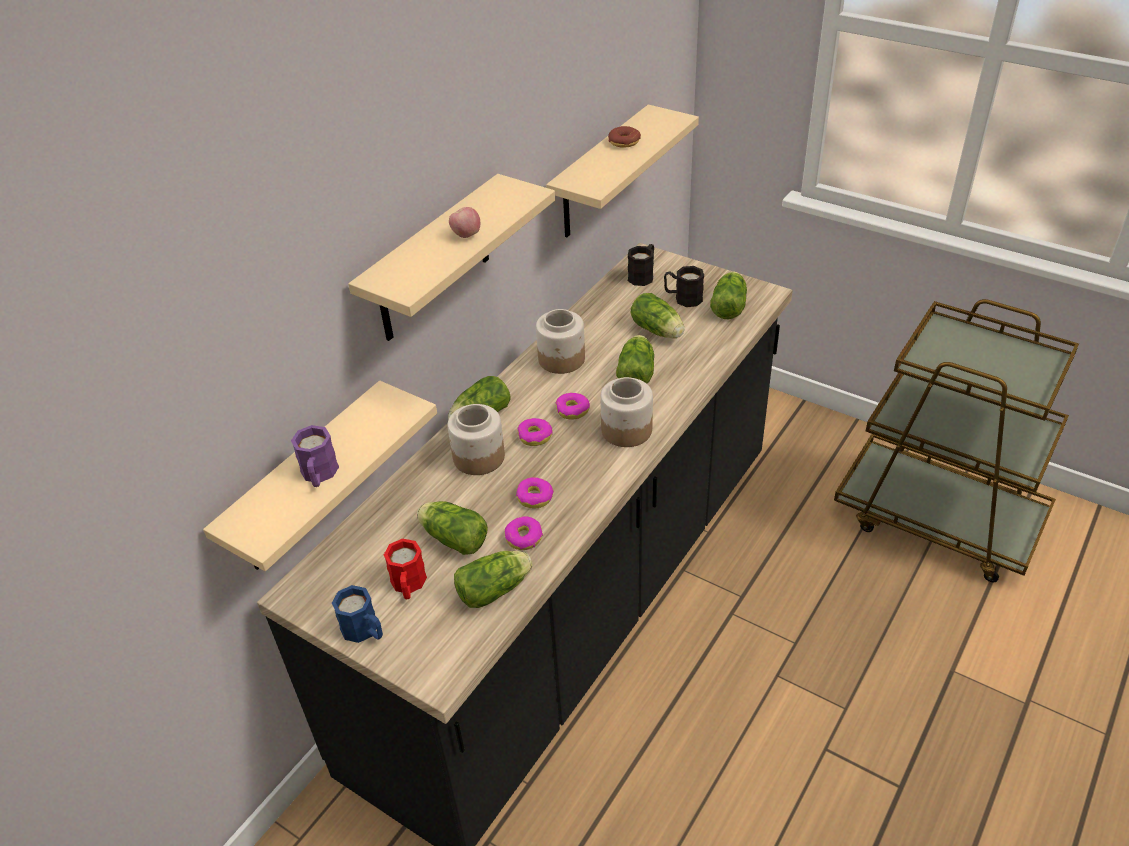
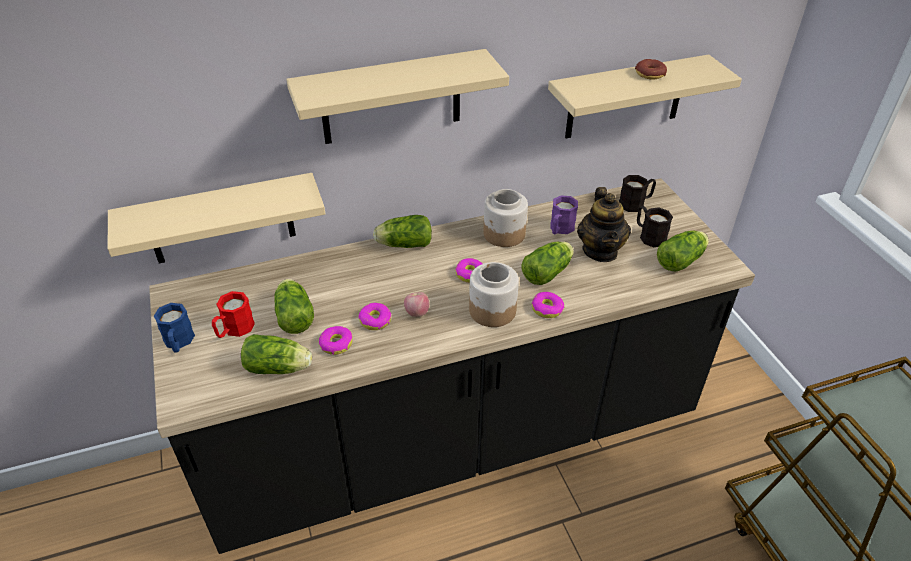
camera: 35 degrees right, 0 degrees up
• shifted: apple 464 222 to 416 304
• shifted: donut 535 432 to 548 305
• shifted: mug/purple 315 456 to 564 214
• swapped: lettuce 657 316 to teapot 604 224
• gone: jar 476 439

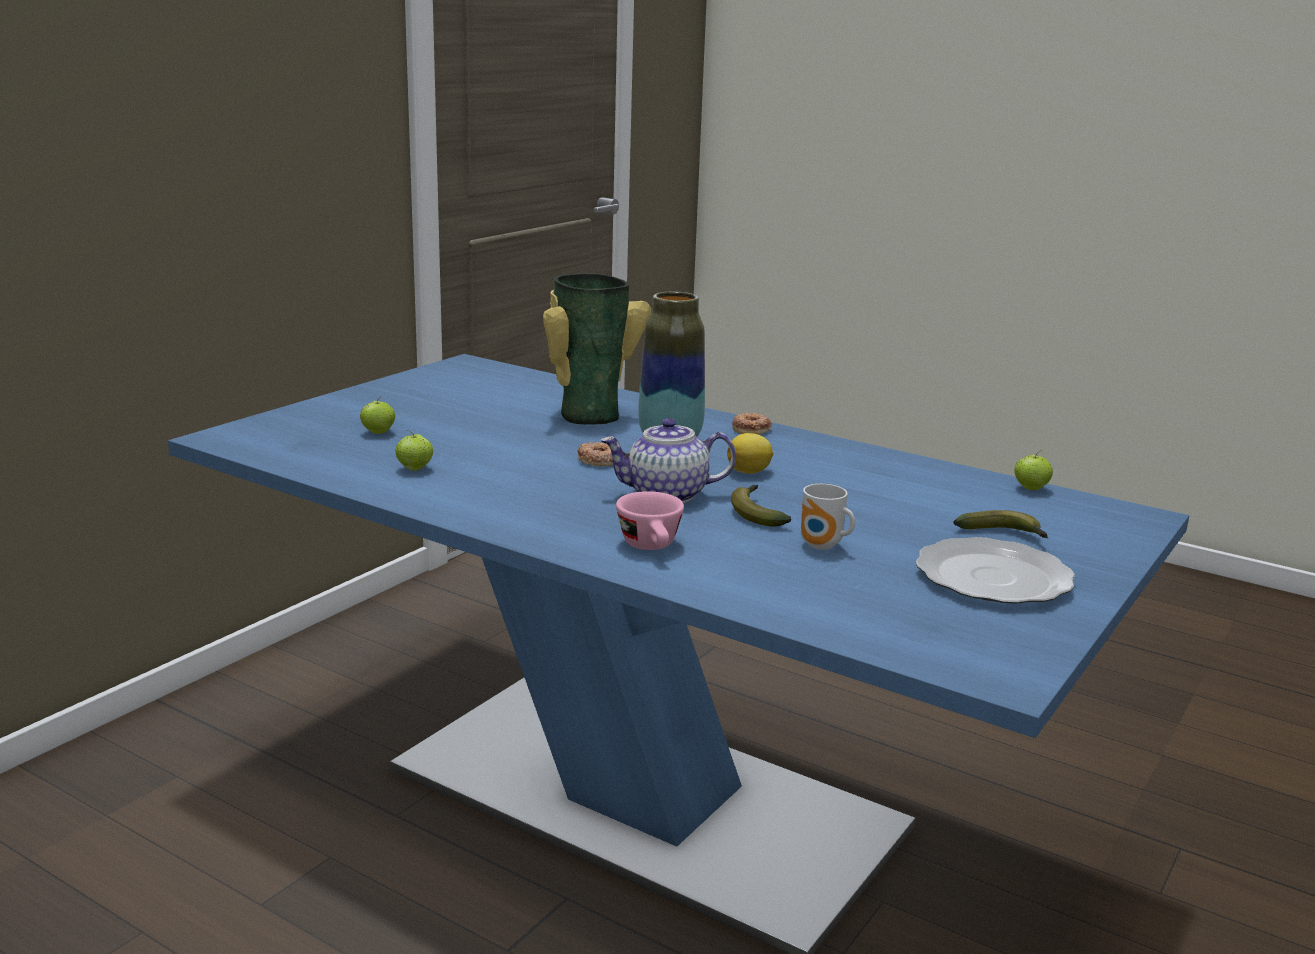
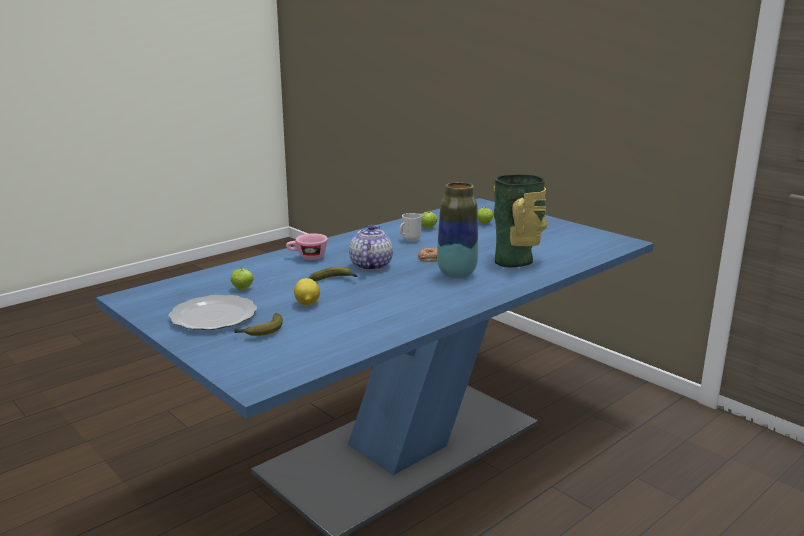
camera: 105 degrees right, 0 degrees up
• shifted: apple 1033 470 to 242 279
• shifted: lemon 750 453 to 307 292
• shifted: mug 828 517 to 411 227
• gone: donut 752 423

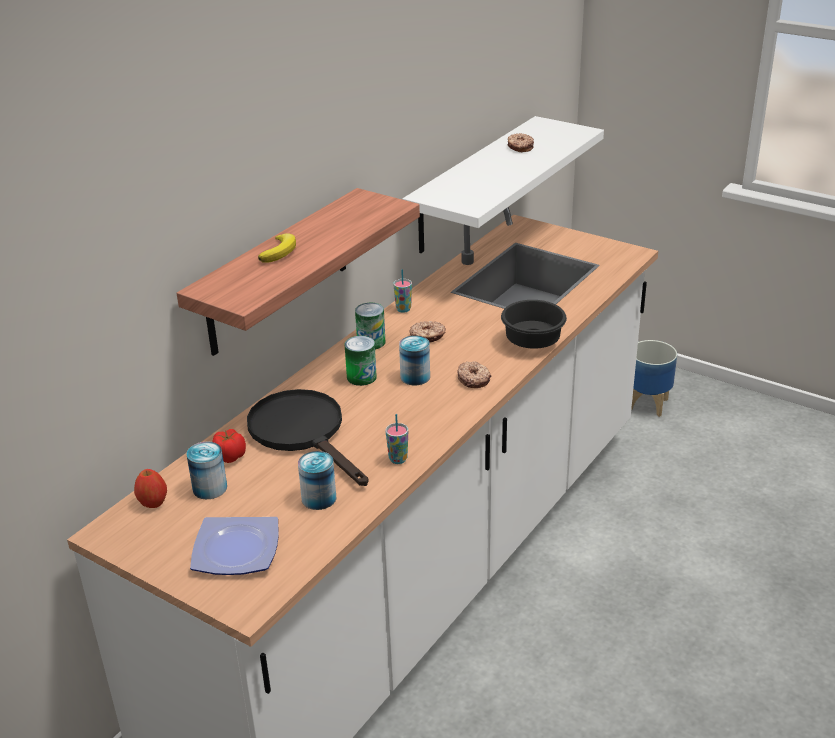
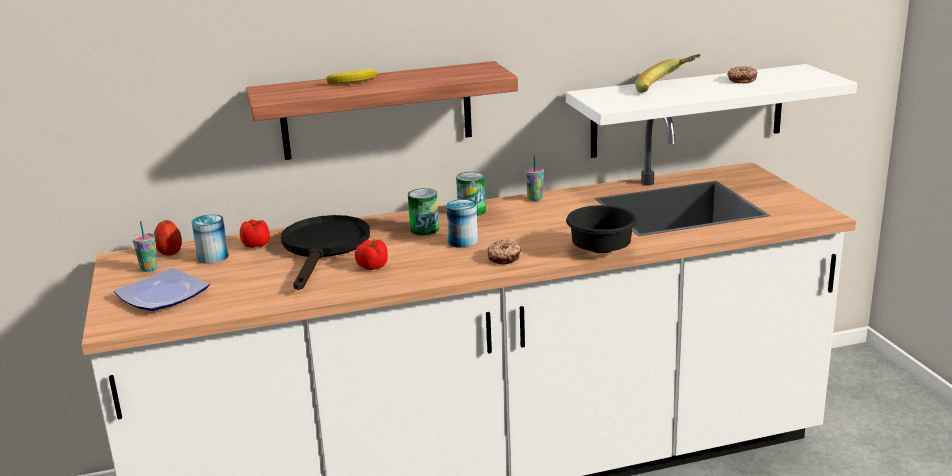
camera: 40 degrees right, 10 degrees down
• shifted: cup 396 439 to 145 246
• new: tomato 371 254
• new: banana 668 73
• gone: can 317 480
• gone: donut 428 332
• gone: planter 654 378

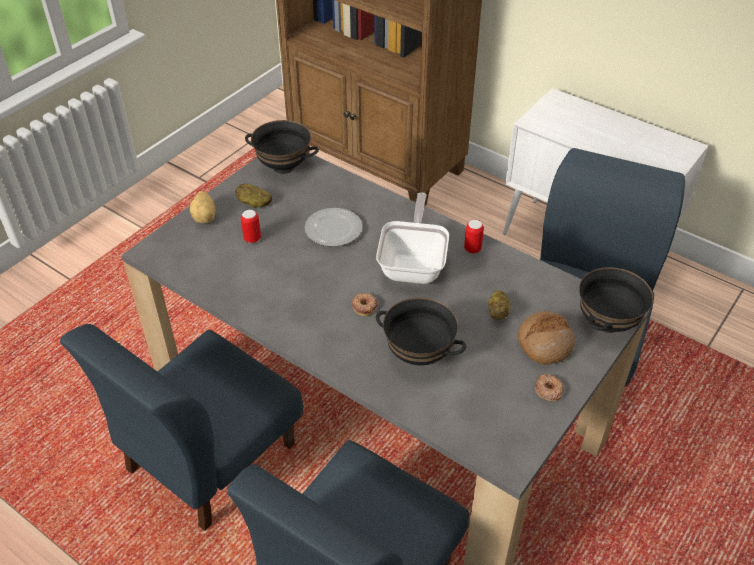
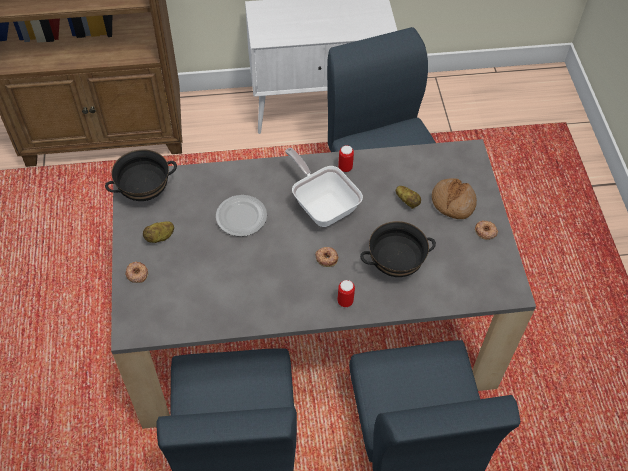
camera: 45 degrees left, 10 degrees up
• swapped: potato 202 207 to donut 136 272
• shifted: can 251 226 to 346 293
• gone: bowl/black 616 300

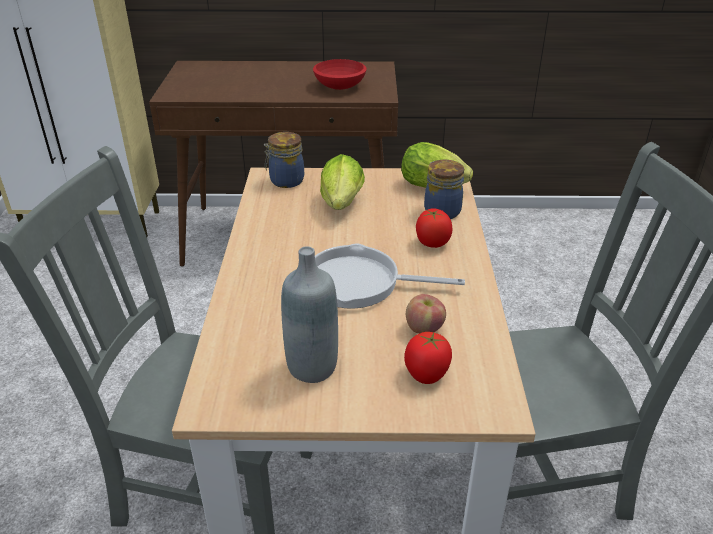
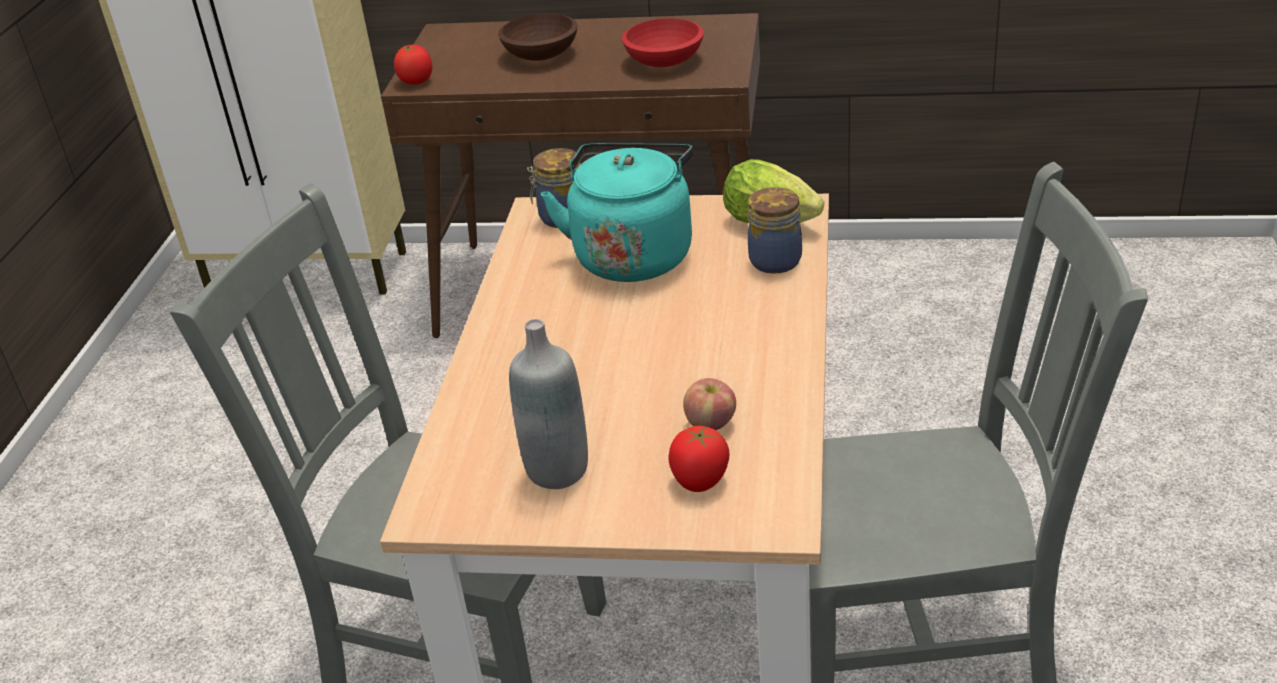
camera: 10 degrees right, 0 degrees up
• shifted: tomato 434 228 to 413 65
• new: bowl/brown 537 37
• swapped: lettuce 342 182 to kettle/turquoise 617 212
• gone: frying pan 390 276

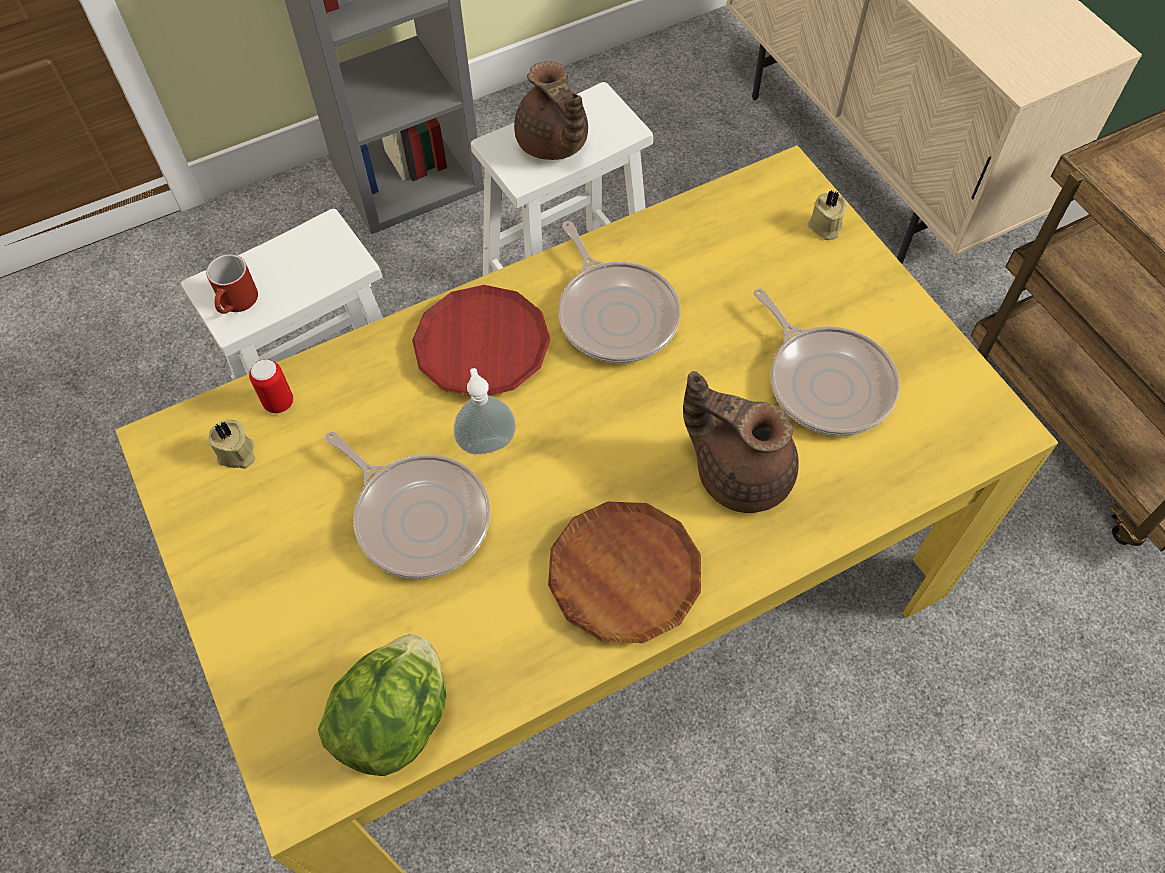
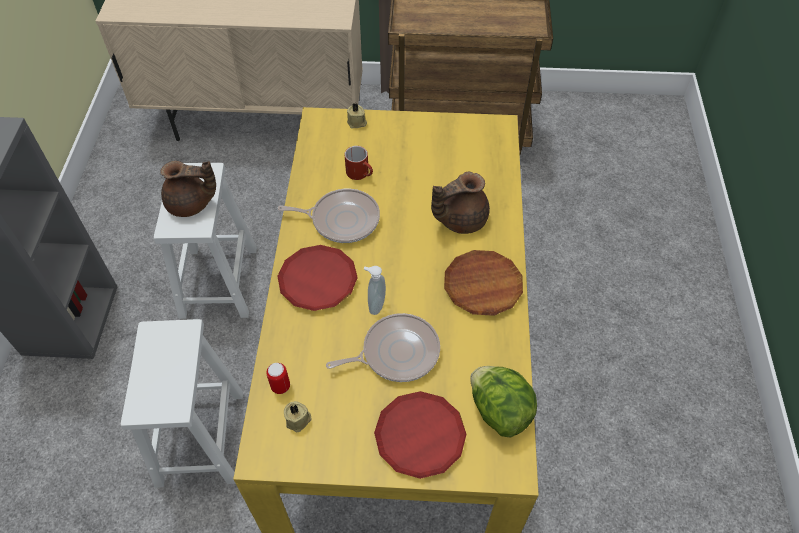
camera: 60 degrees left, 5 degrees down
• shifted: mug/red 232 284 to 358 163
• new: plate/red 420 435
• gone: frying pan 827 362

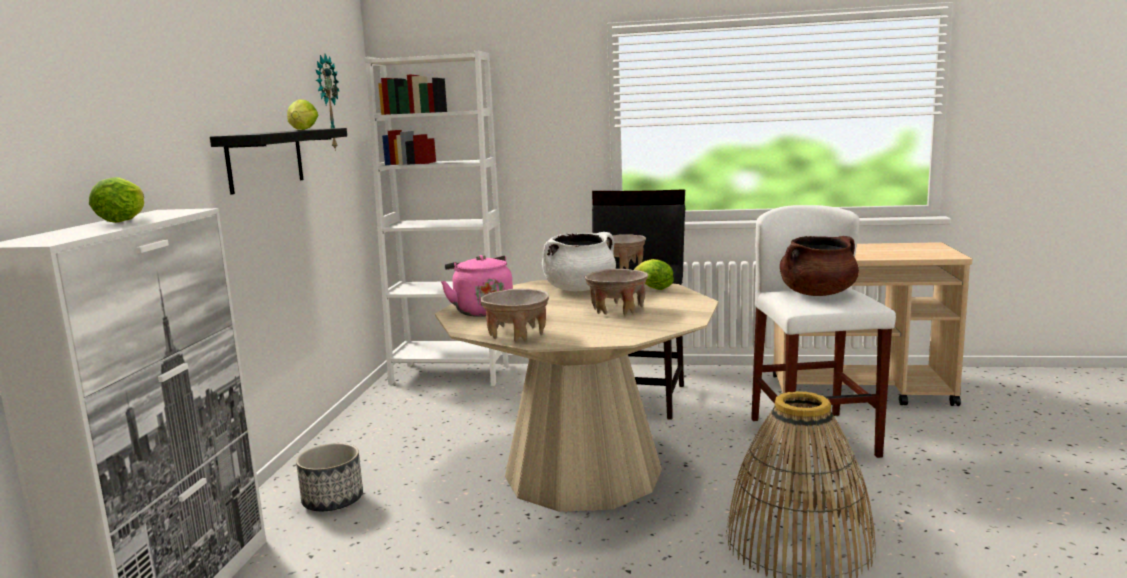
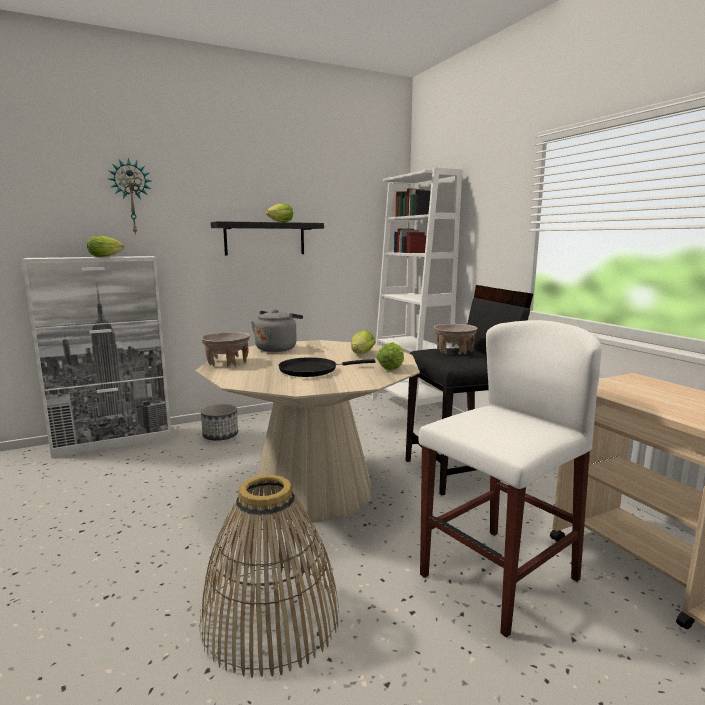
camera: 55 degrees right, 0 degrees up
• shifted: wall clock 327 102 to 129 196
• repainted: kettle/pink 477 286 to kettle/grey 277 330
• swapped: bowl/beige 616 292 to frying pan/black 327 367
• swapped: cooking pot/white 579 261 to lettuce 363 342
• gone: cooking pot/brown 819 266

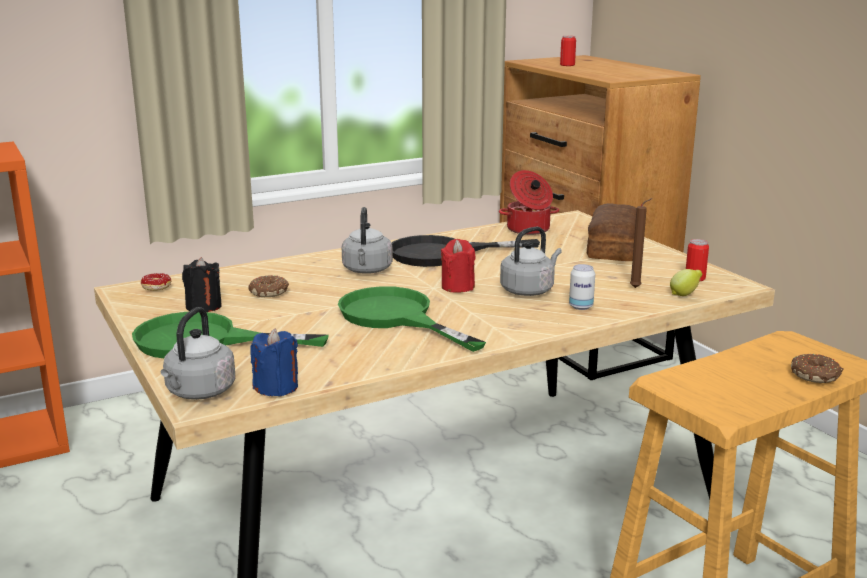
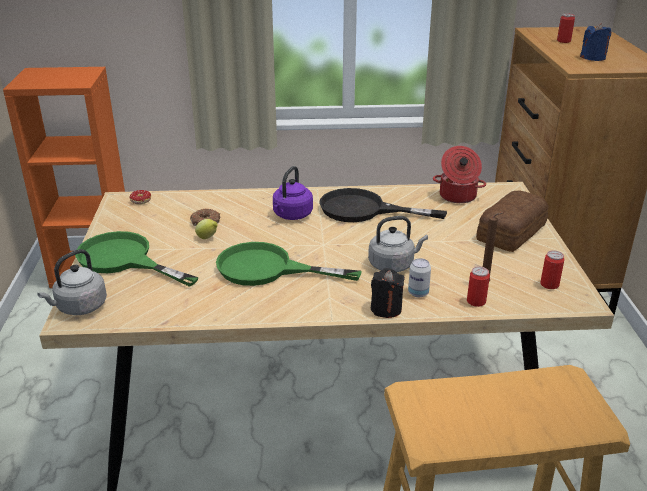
camera: 25 degrees right, 10 degrees up
• shifted: lemon 686 282 to 206 229
• rotated: frying pan/green 412 319 = 288 264 60 degrees counterclockwise
• repainted: kettle/grey 367 240 to kettle/purple 293 193
• shifted: candle/black 202 284 to 388 293
• new: can 478 286
• shifted: candle/blue 274 362 to 595 42
• gone: candle/red 458 266
• gone: donut 817 368

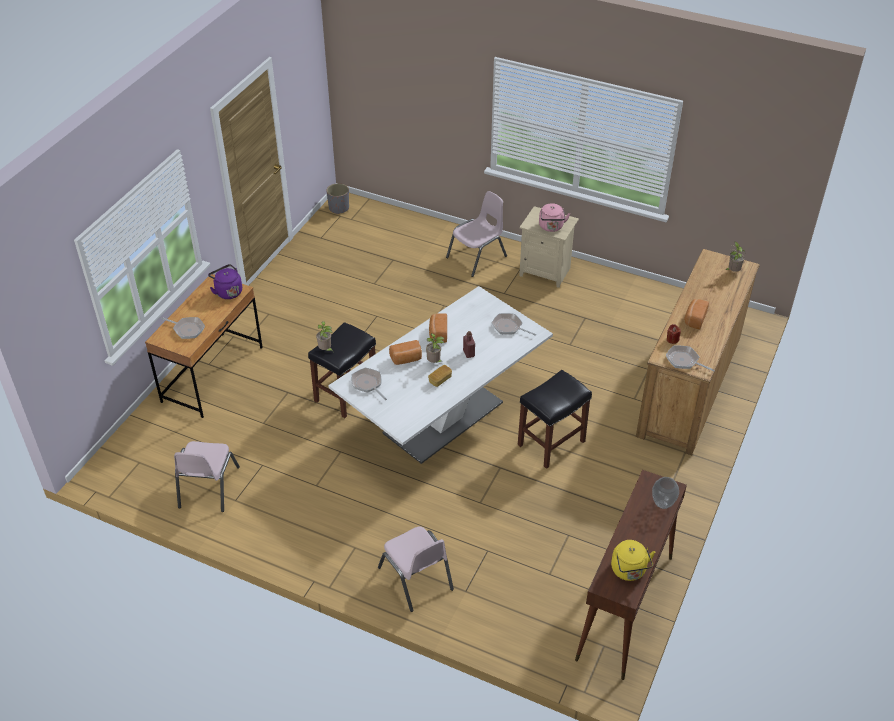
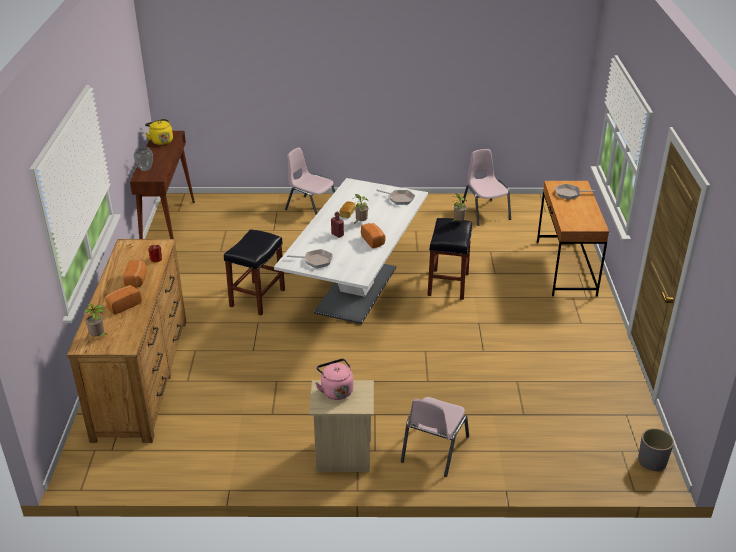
camera: 155 degrees right, 10 degrees down
• shifted: bread 405 352 to 123 300
• gone: kettle/purple 225 281
• gone: frying pan 690 358

